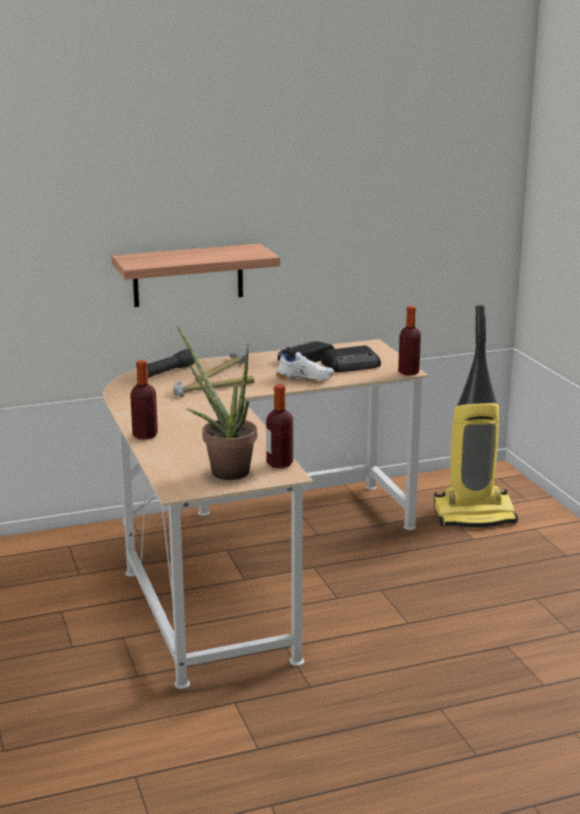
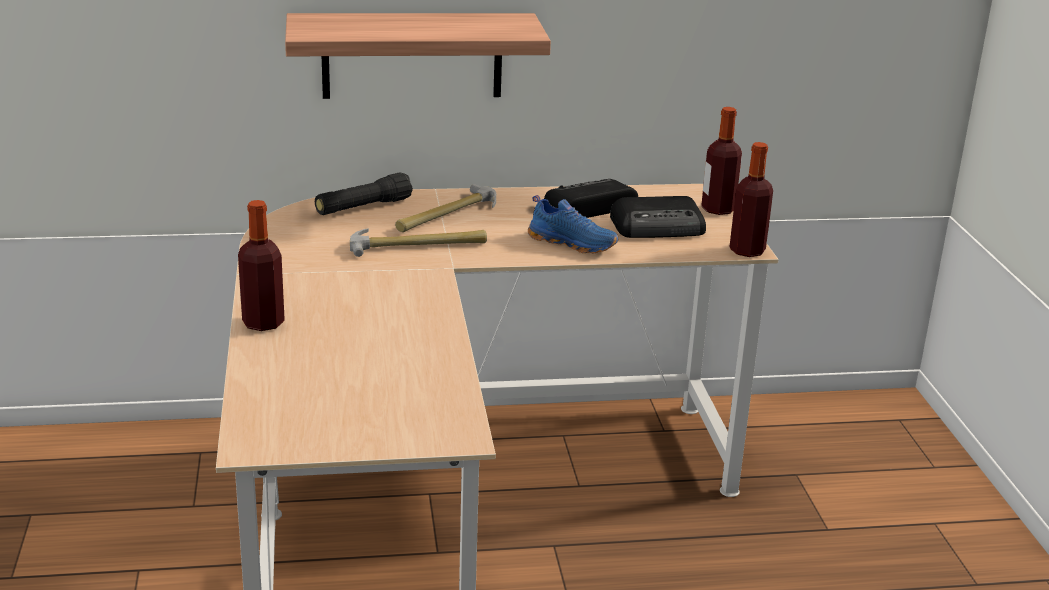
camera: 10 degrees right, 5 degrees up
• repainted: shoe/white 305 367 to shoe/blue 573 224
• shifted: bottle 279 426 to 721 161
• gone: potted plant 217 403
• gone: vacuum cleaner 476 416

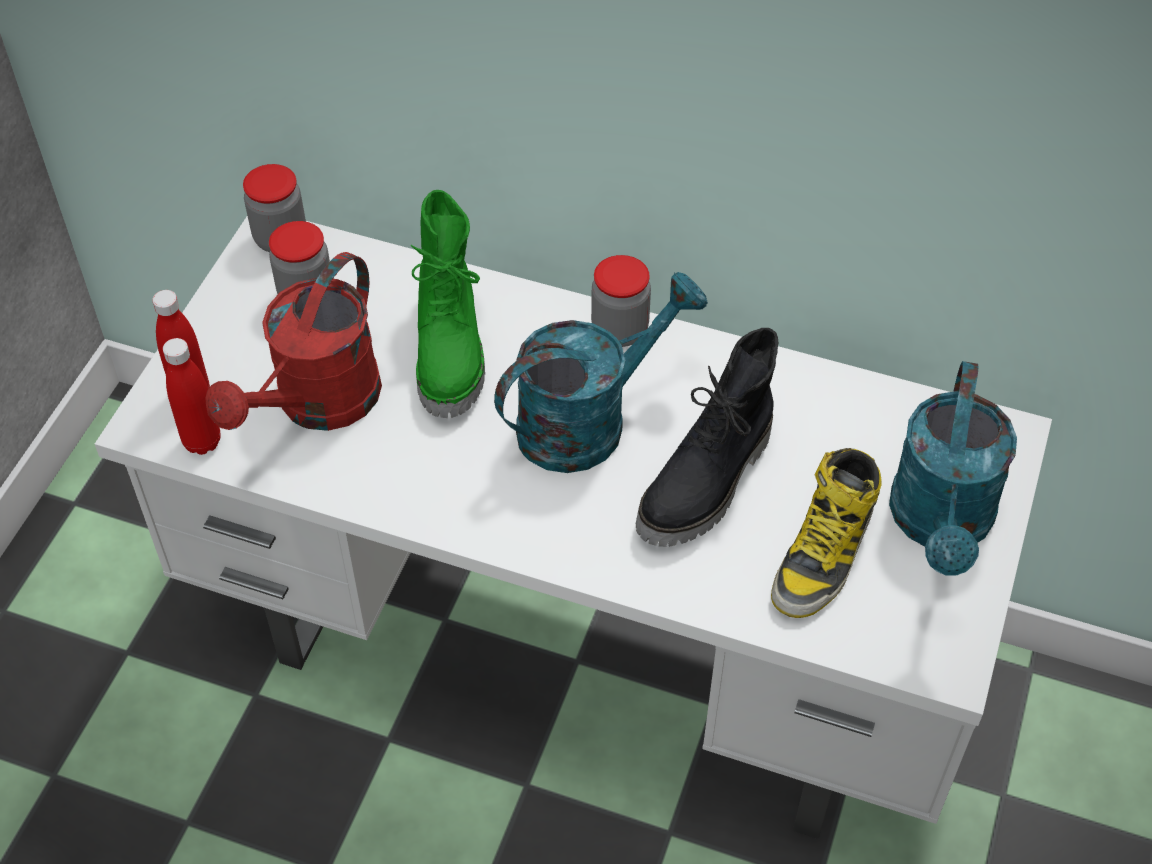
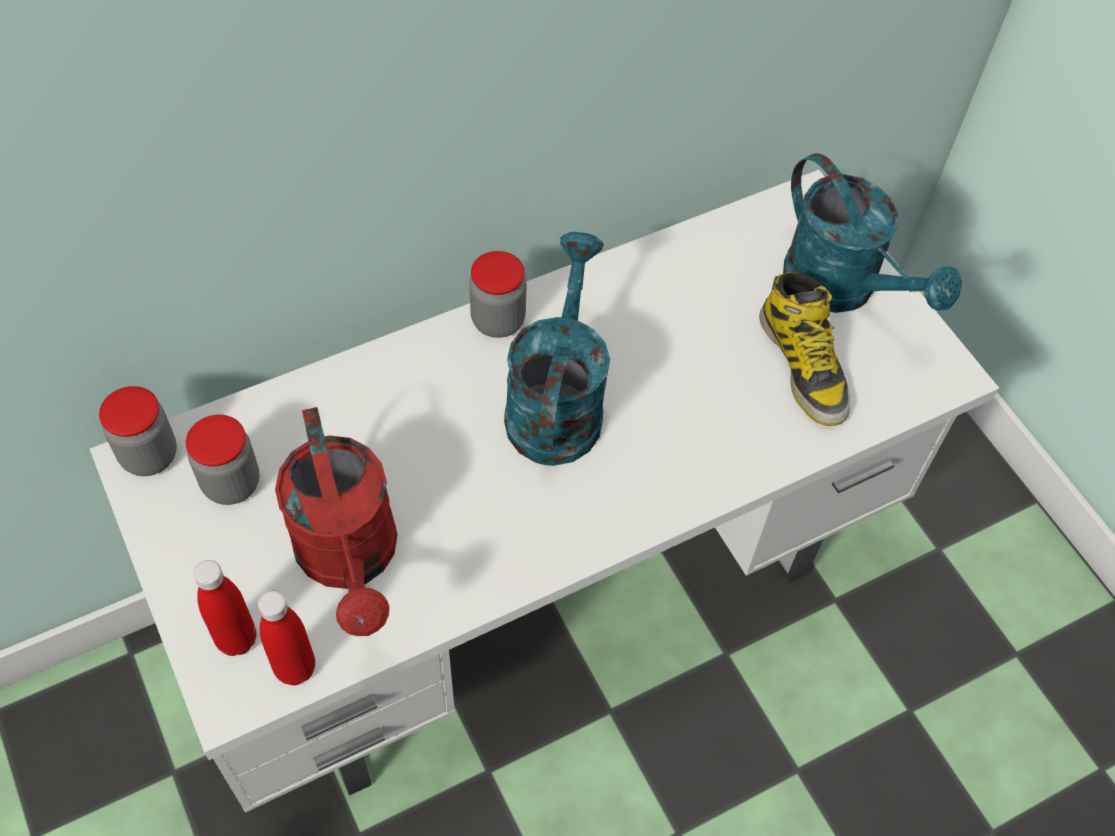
camera: 50 degrees left, 5 degrees up
• gone: boot/green 447 304
• gone: boot/black 707 437

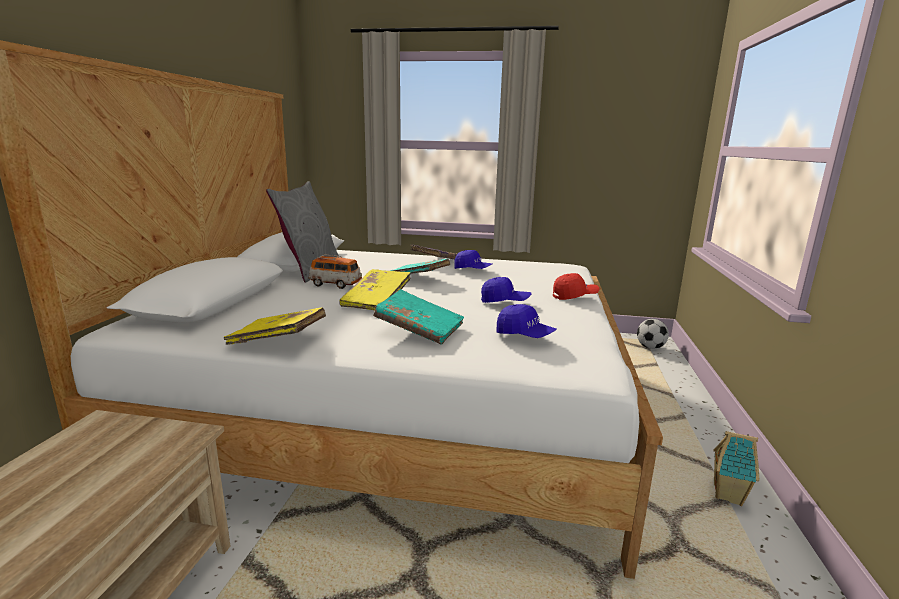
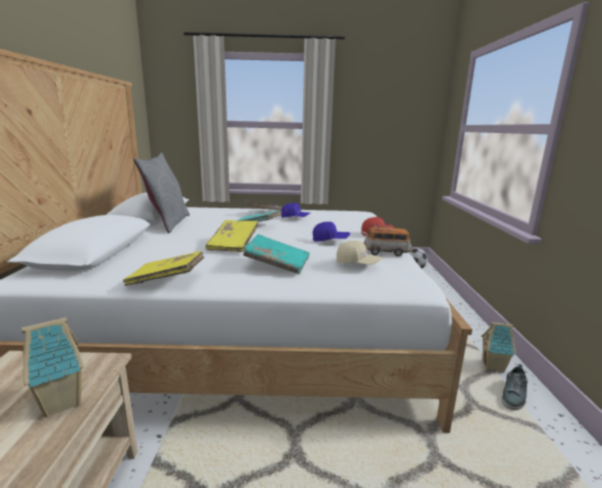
camera: 10 degrees left, 0 degrees up
• new: toy house 52 367
• repainted: cap/blue 527 321 to cap/beige 359 253
• shifted: toy car 335 271 to 388 241
• new: shoe 515 387

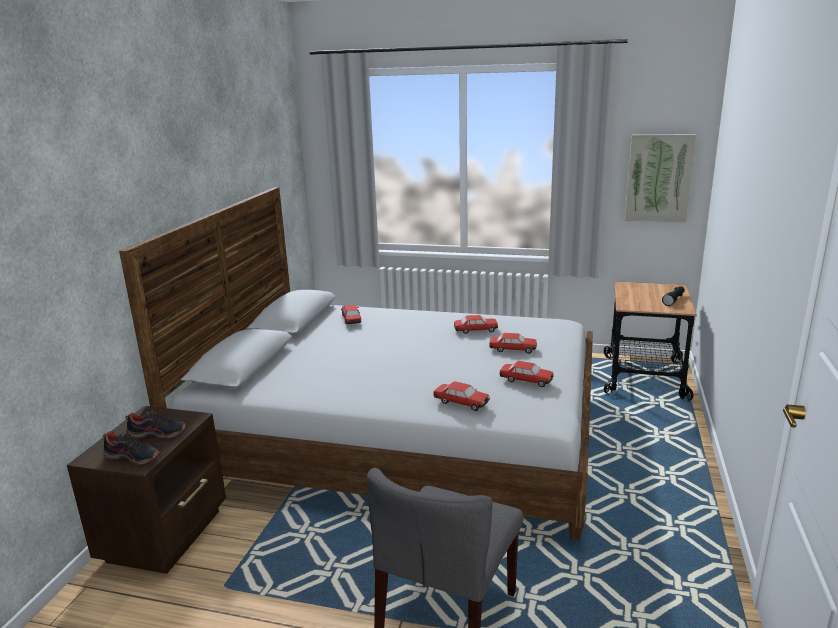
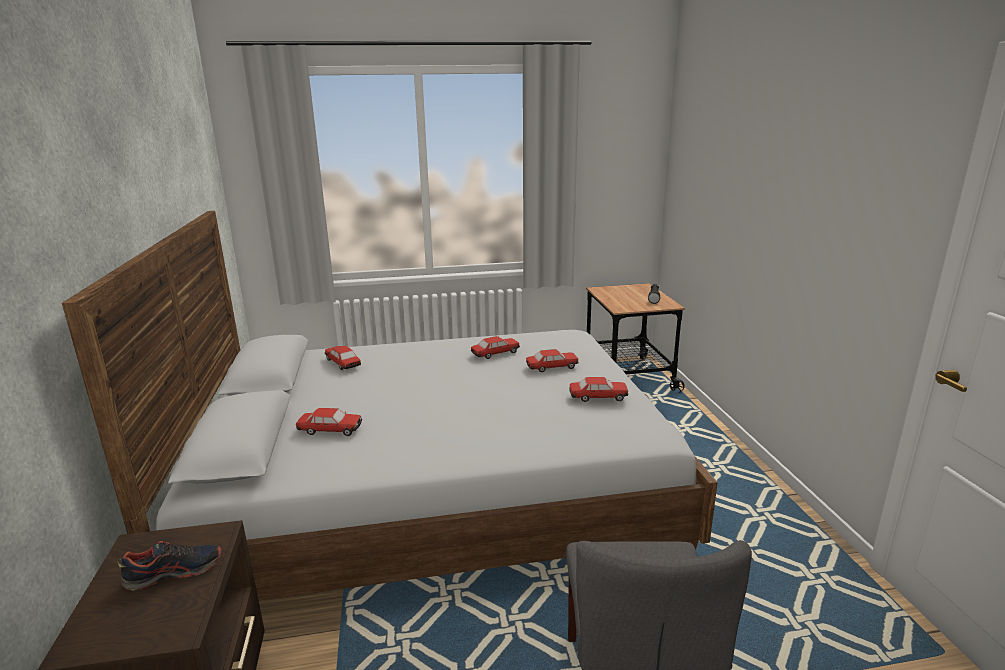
camera: 25 degrees left, 0 degrees up
• shifted: toy car 462 396 to 329 422
• gone: shoe 131 448
• gone: picture 660 178

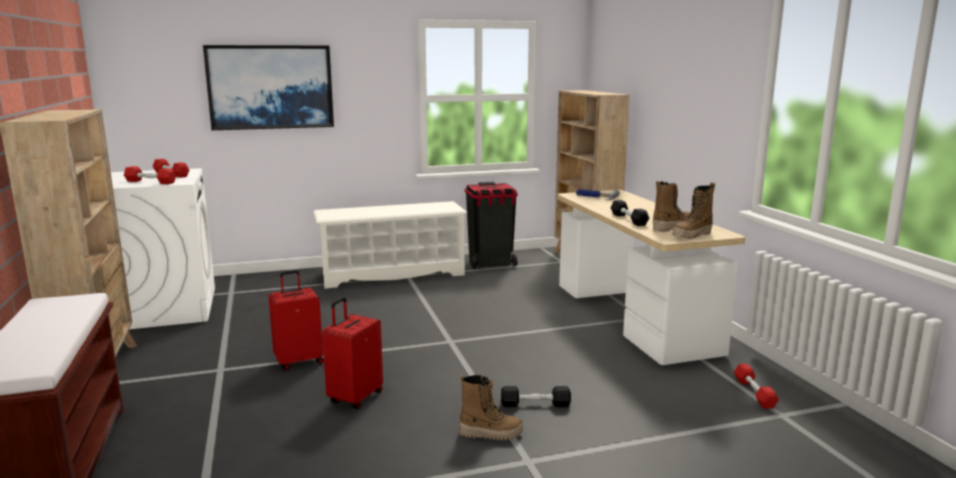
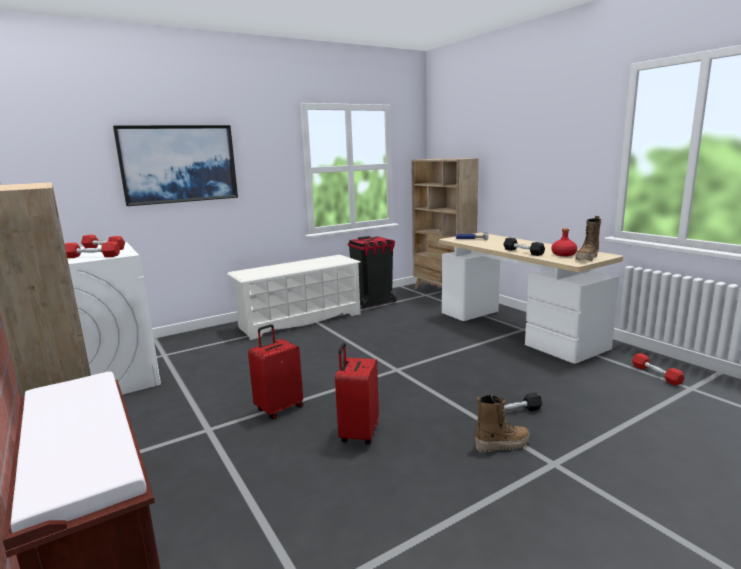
camera: 15 degrees left, 0 degrees up
• swapped: boot 671 206 to bottle/red 564 242

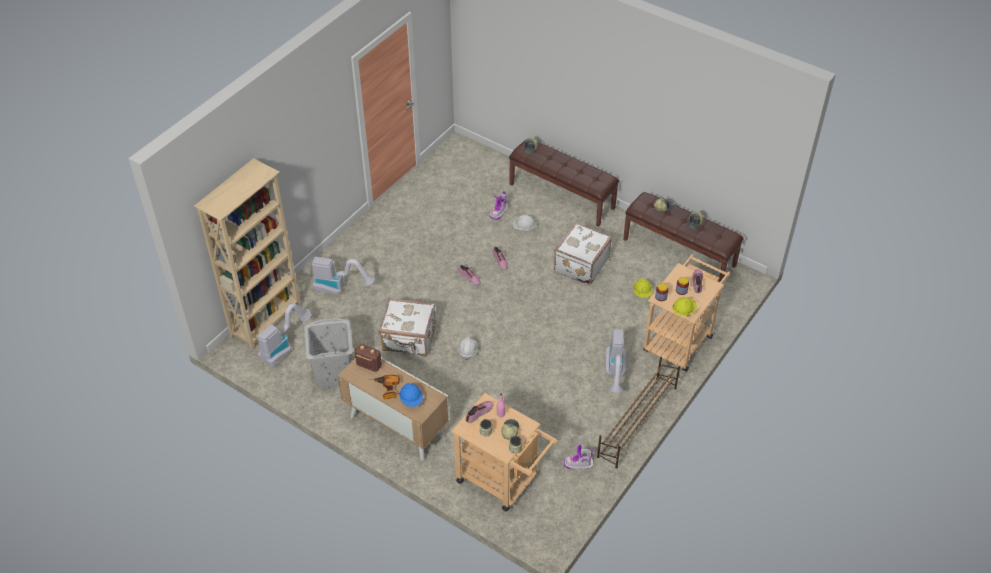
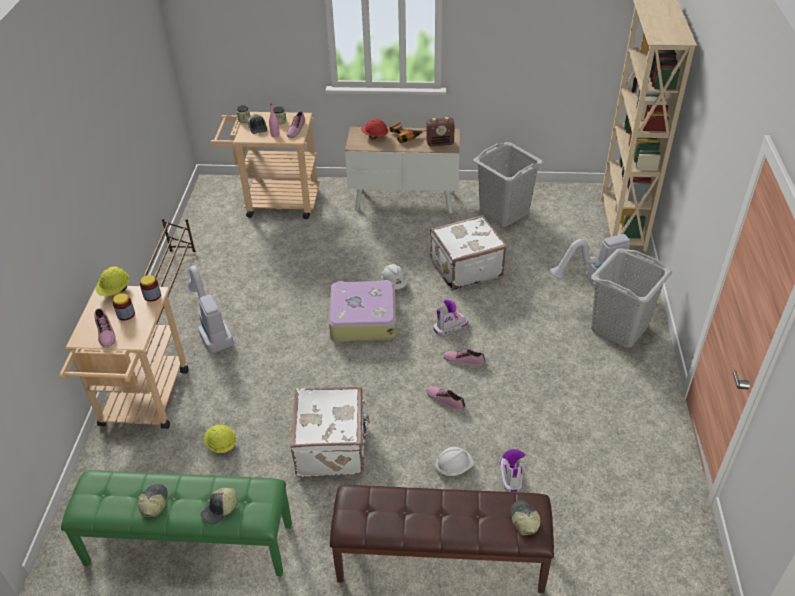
camera: 150 degrees right, 5 degrees down
• repainted: bench/brown 683 237 to bench/green 176 523
• new: suitcase 362 310
• repainted: hard hat/blue 411 395 to hard hat/red 374 129
• shifted: boot 579 457 to 451 318
• new: laundry basket/grey 631 298
• gone: vacuum cleaner 284 335

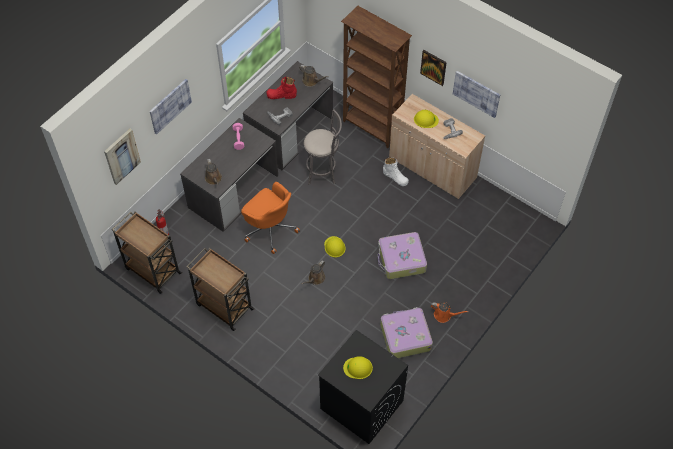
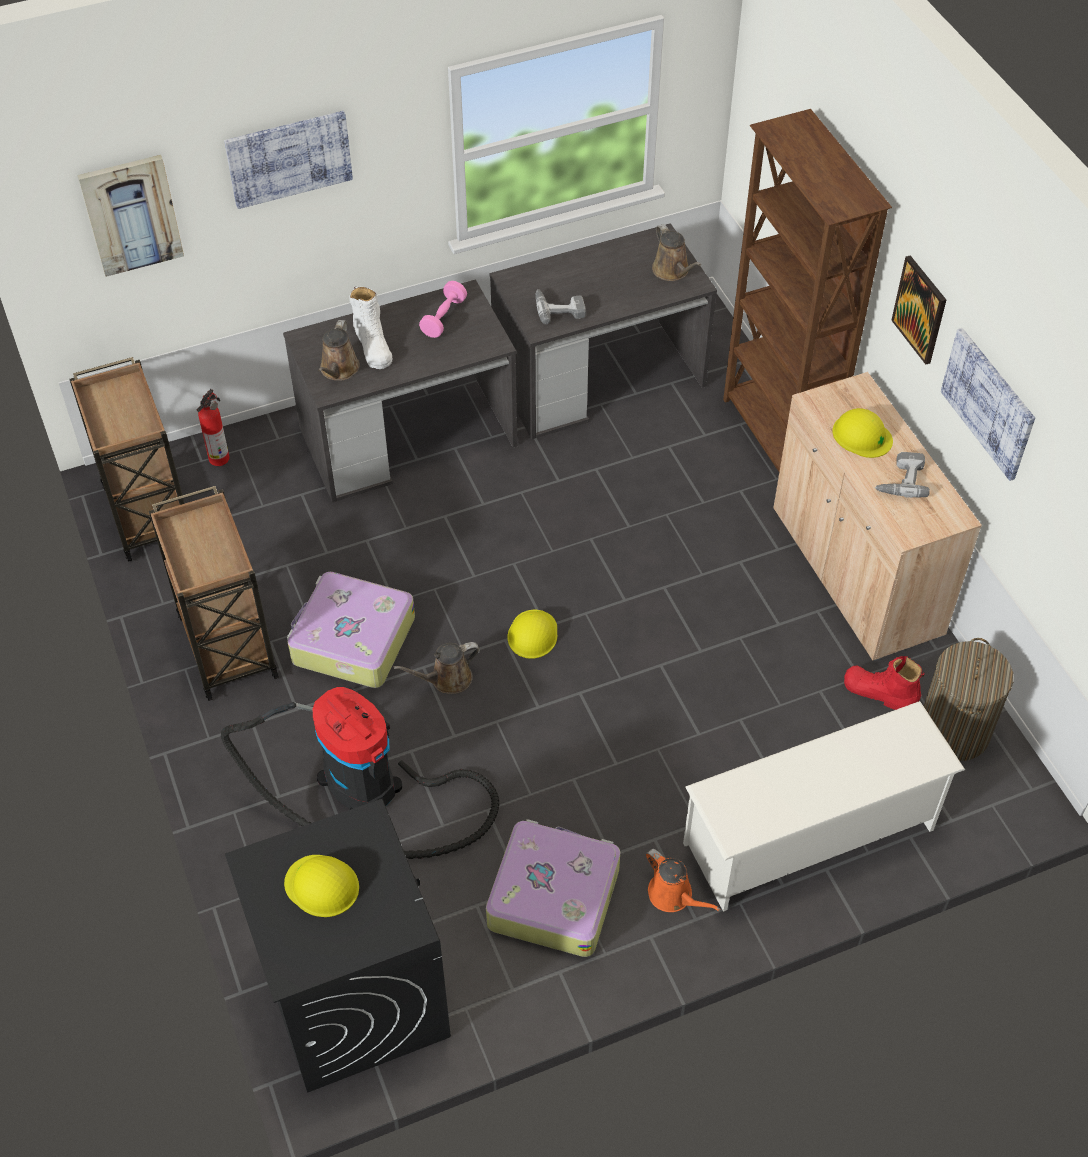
camera: 30 degrees right, 5 degrees down
• new: vacuum cleaner 360 772
• shifted: suitcase 402 255 to 351 630
• shifted: boot/white 396 171 to 371 327
• new: shoe rack/white 824 806
• shifted: boot/red 281 88 to 884 683
• new: laundry basket 969 699
• gone: office chair/orange 270 218
• gone: stool/grey 323 147

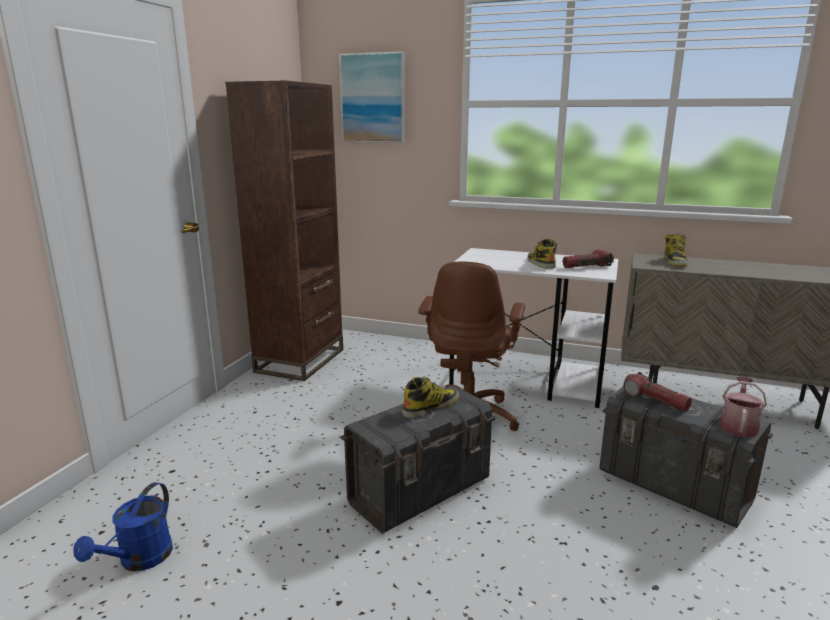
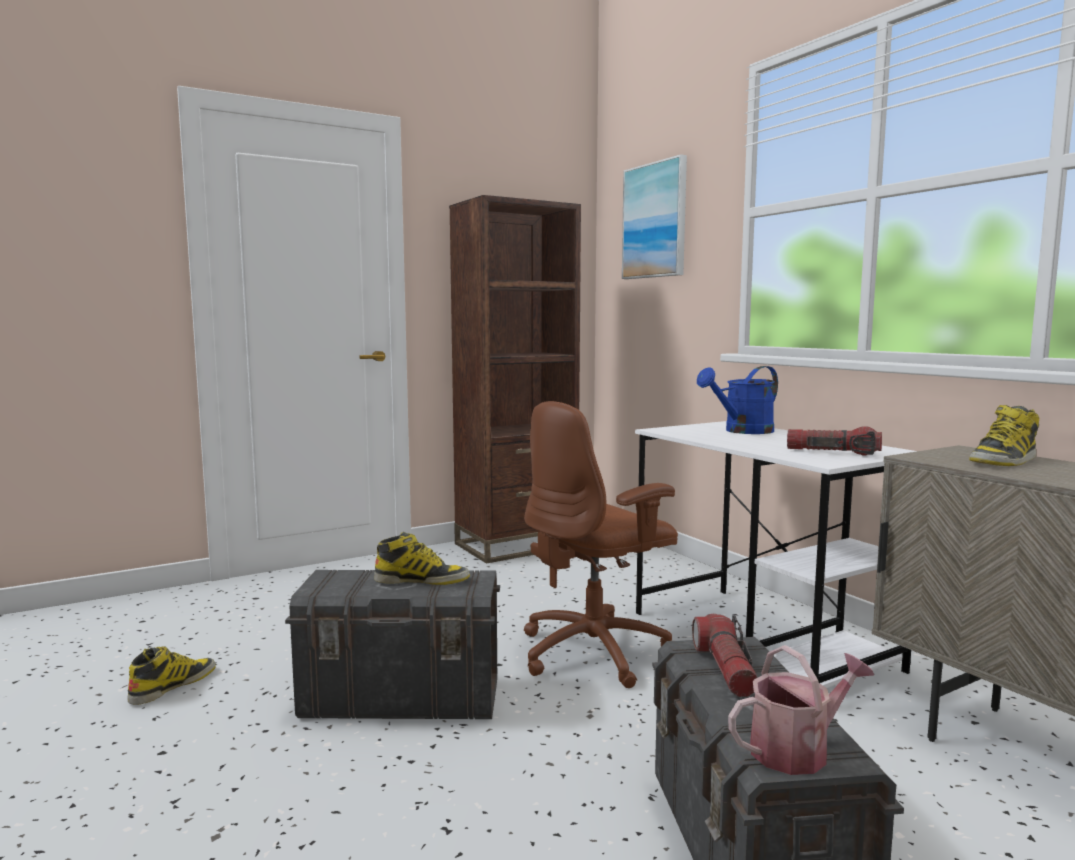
camera: 40 degrees right, 10 degrees down
• shifted: boot 542 254 to 172 676
• shifted: watering can/blue 123 526 to 737 400

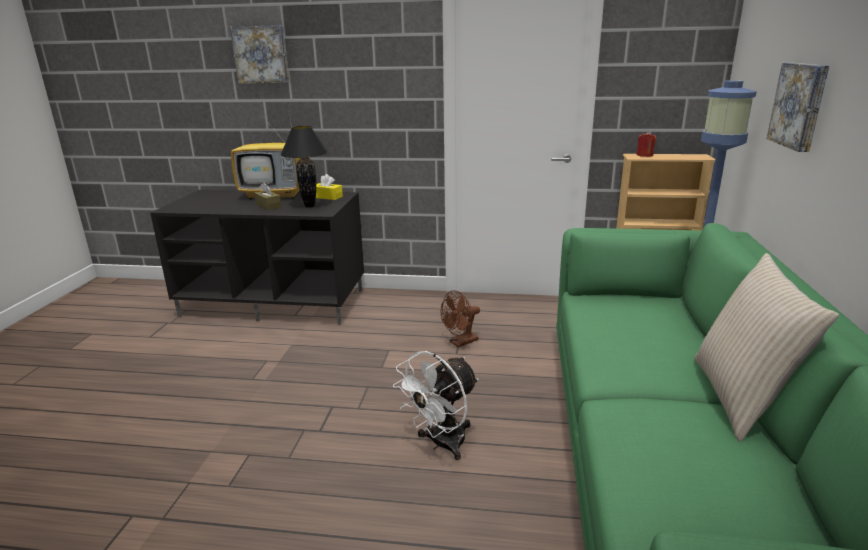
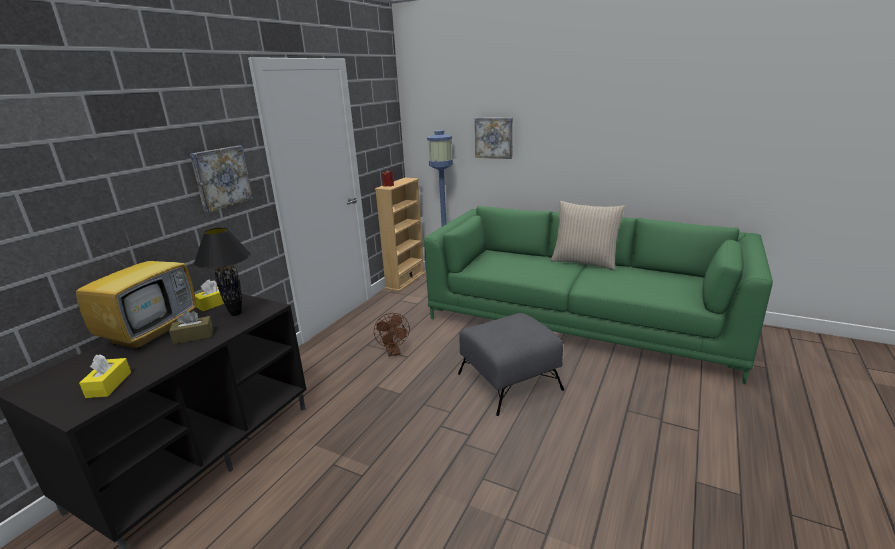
camera: 70 degrees left, 0 degrees up
• new: tissue box/yellow 105 376
• shifted: picture 260 54 to 221 179
• swapped: fan/white 435 405 to ottoman/grey 511 364

